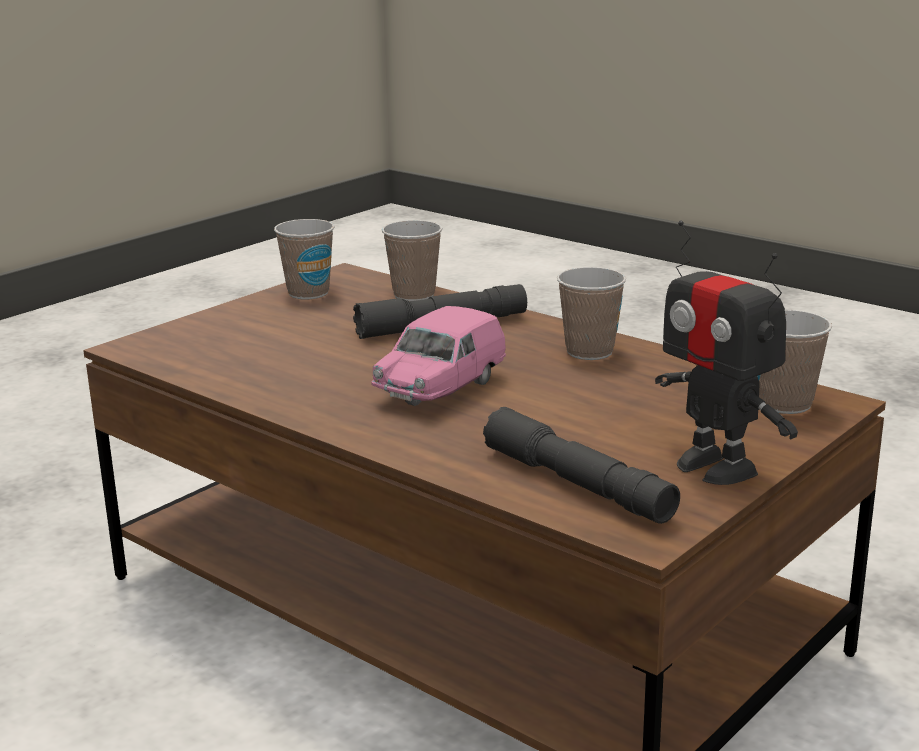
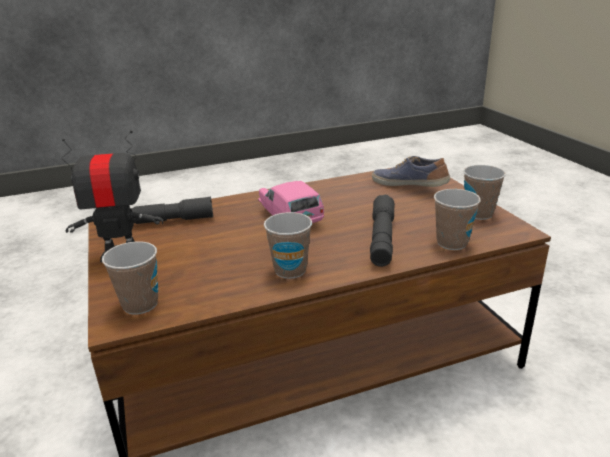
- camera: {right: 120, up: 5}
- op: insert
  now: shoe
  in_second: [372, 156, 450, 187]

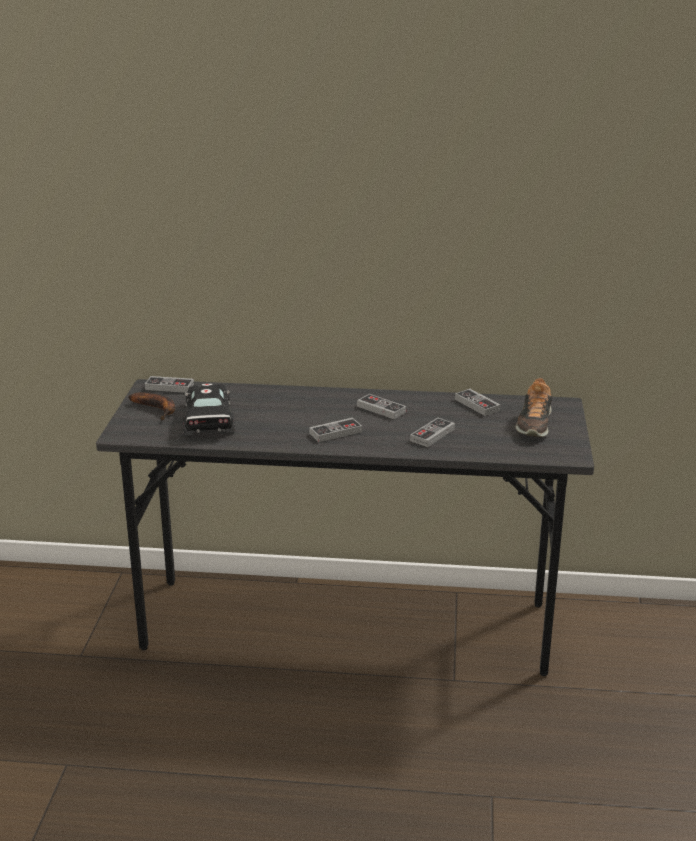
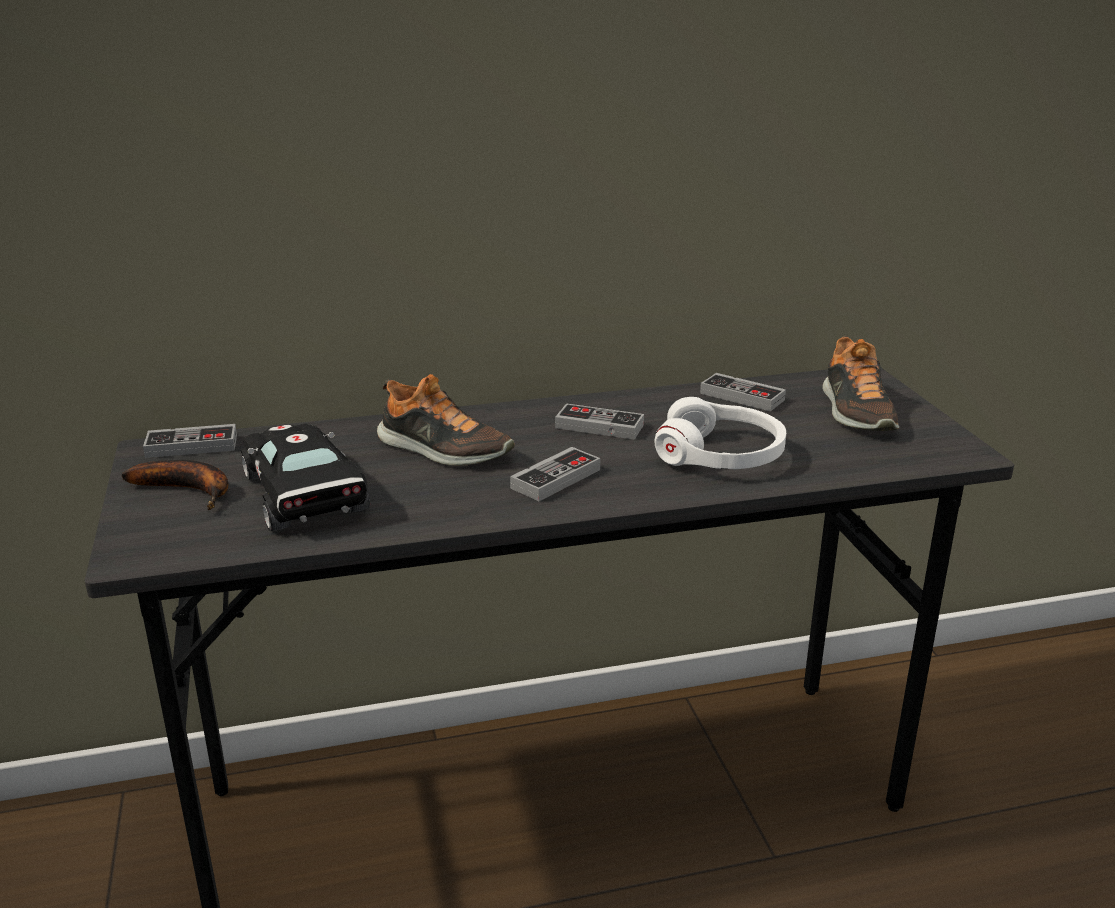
- camera: {right: -20, up: 0}
- op: replace
  was: game controller
  now: white headphones
  in_first: [410, 418, 455, 447]
  in_second: [654, 397, 786, 469]
- op: insert
  now: shoe
  in_second: [377, 374, 515, 466]

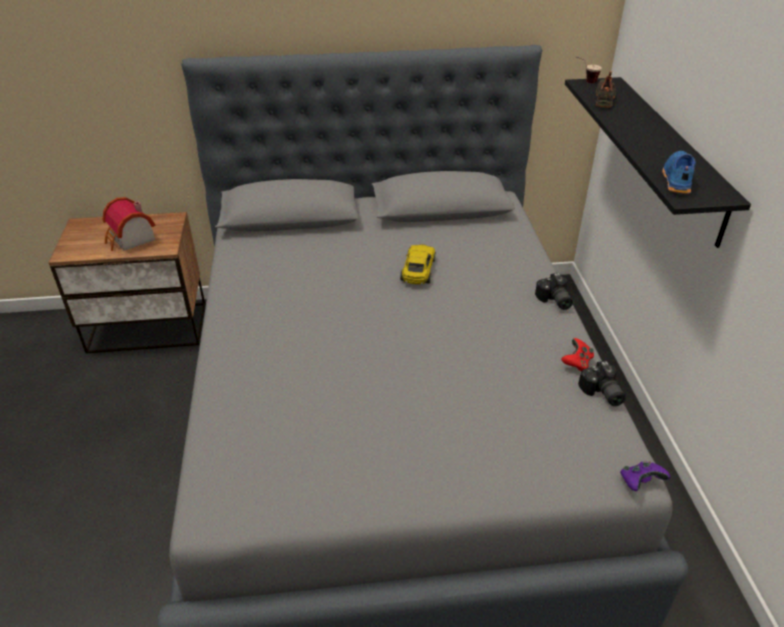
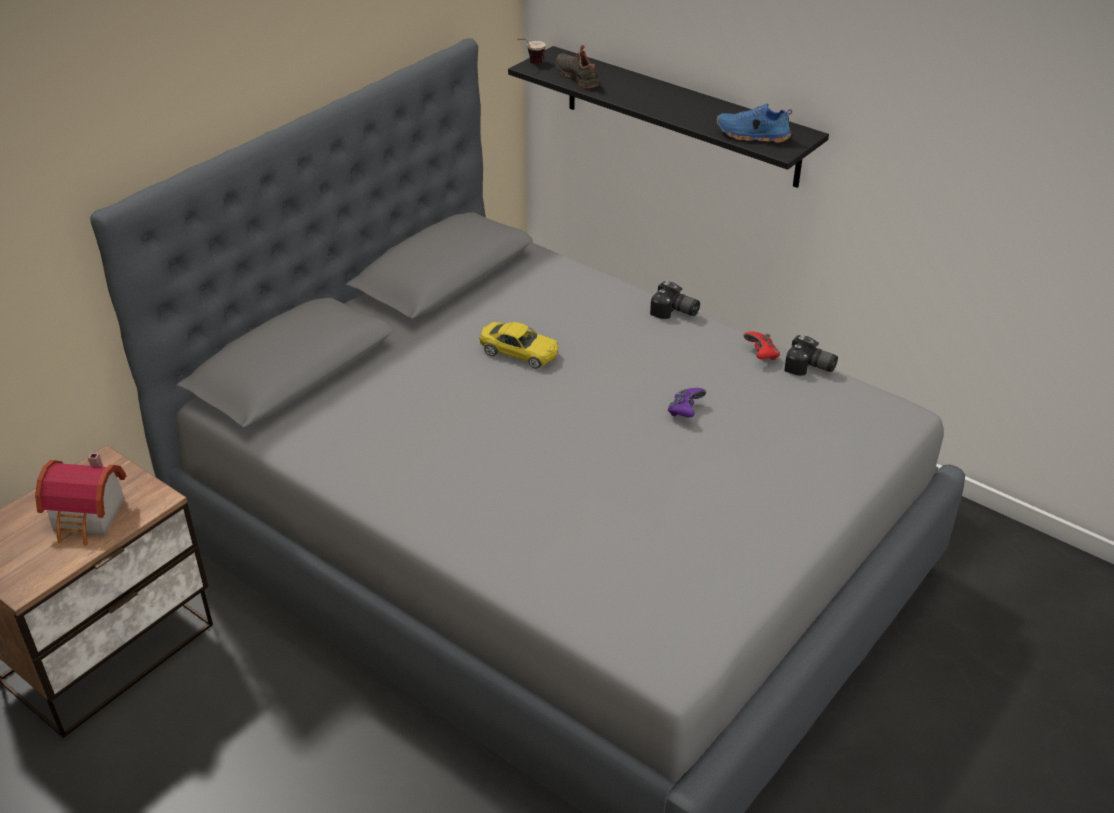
- camera: {right: -45, up: 0}
- op: rotate
  was: yellow toy car
  in_first: [400, 244, 436, 284]
  in_second: [479, 322, 558, 368]
  clockwise: 150
- op: move
  was: purple game controller
  in_first: [620, 461, 670, 491]
  in_second: [668, 388, 706, 417]
- op: rotate
  was: blue shoe
  in_first: [662, 151, 696, 194]
  in_second: [717, 103, 792, 143]
  clockwise: -45

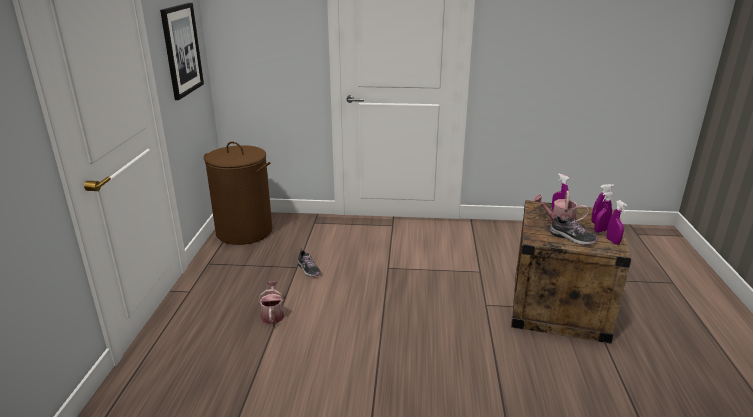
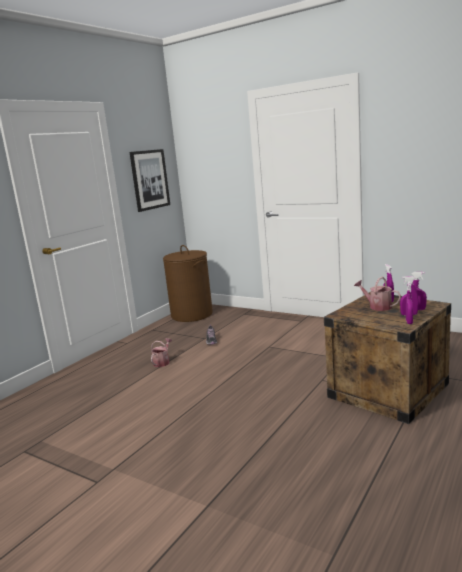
- camera: {right: 30, up: -10}
- op: delete
  was: shoe
  in_first: [549, 214, 598, 245]

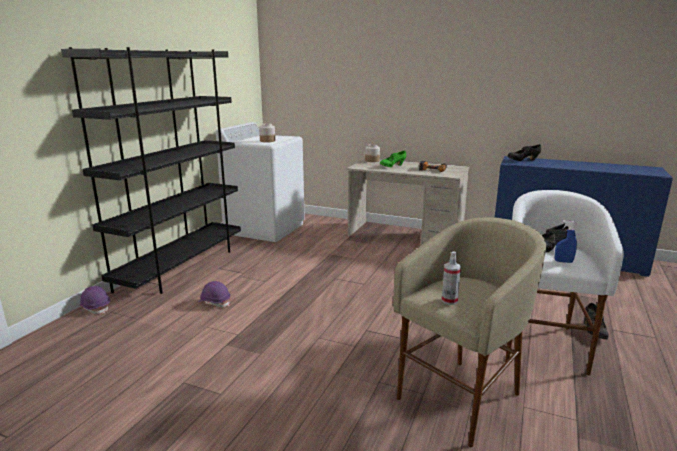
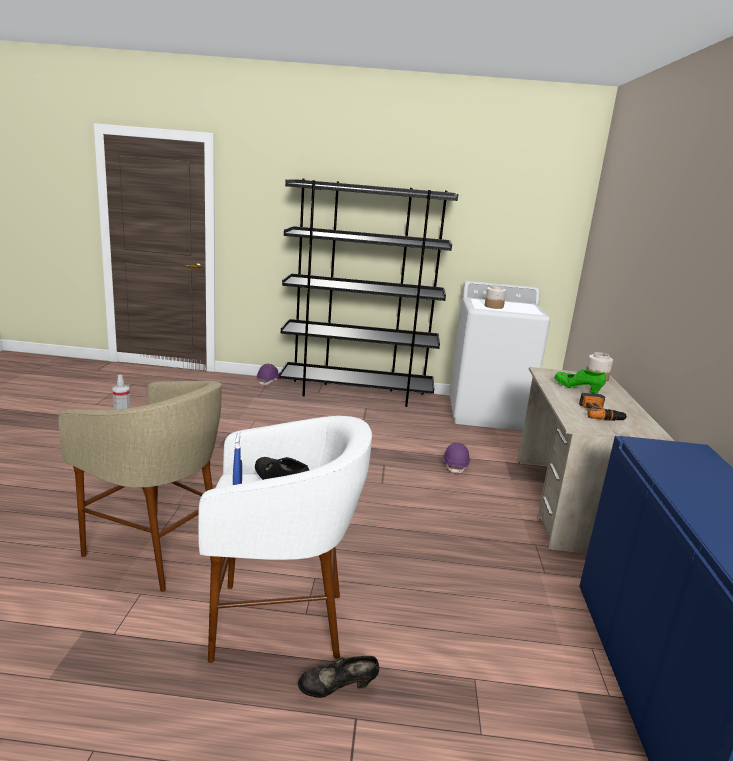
- camera: {right: 70, up: 0}
- op: move
  was: purple hard hat
  in_first: [198, 281, 231, 308]
  in_second: [443, 443, 471, 474]
- op: delete
  was: black shoe
  in_first: [507, 144, 541, 161]

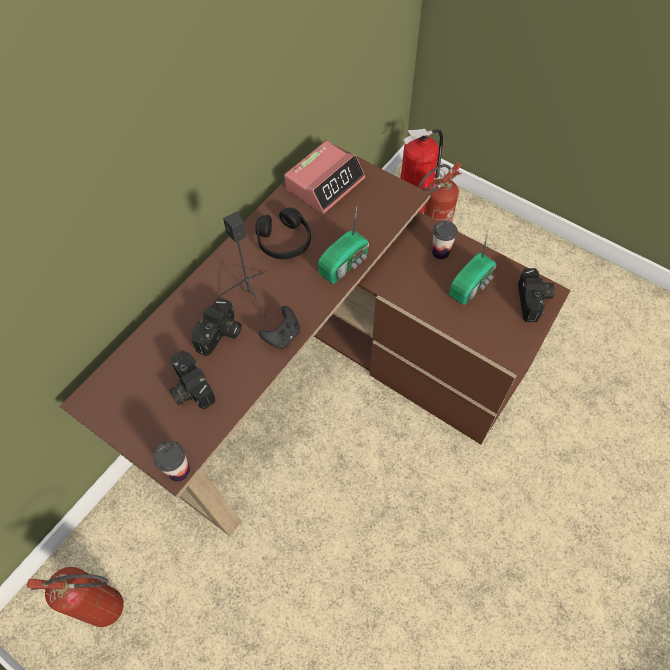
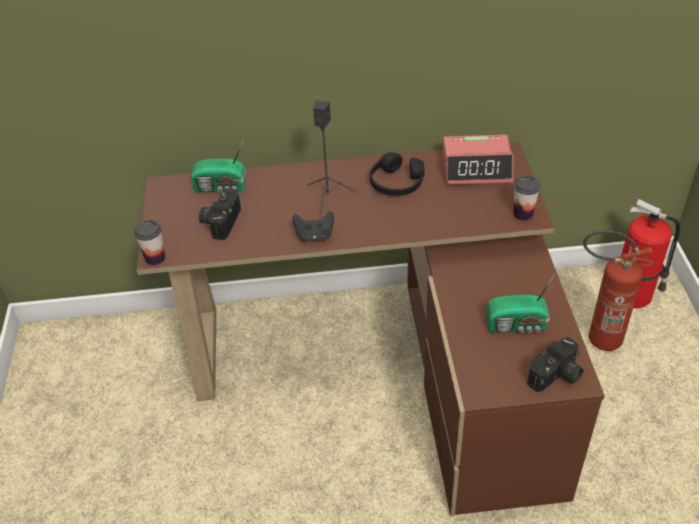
- camera: {right: 50, up: -15}
- op: delete
  was: fire extinguisher
  in_first: [27, 567, 124, 627]
- op: delete
  was: photo camera
  in_first: [192, 297, 242, 356]
- op: move
  was: radio
  in_first: [318, 207, 369, 284]
  in_second: [191, 139, 246, 192]
- op: move
  was: cup
  in_first: [432, 220, 458, 259]
  in_second: [514, 176, 541, 220]

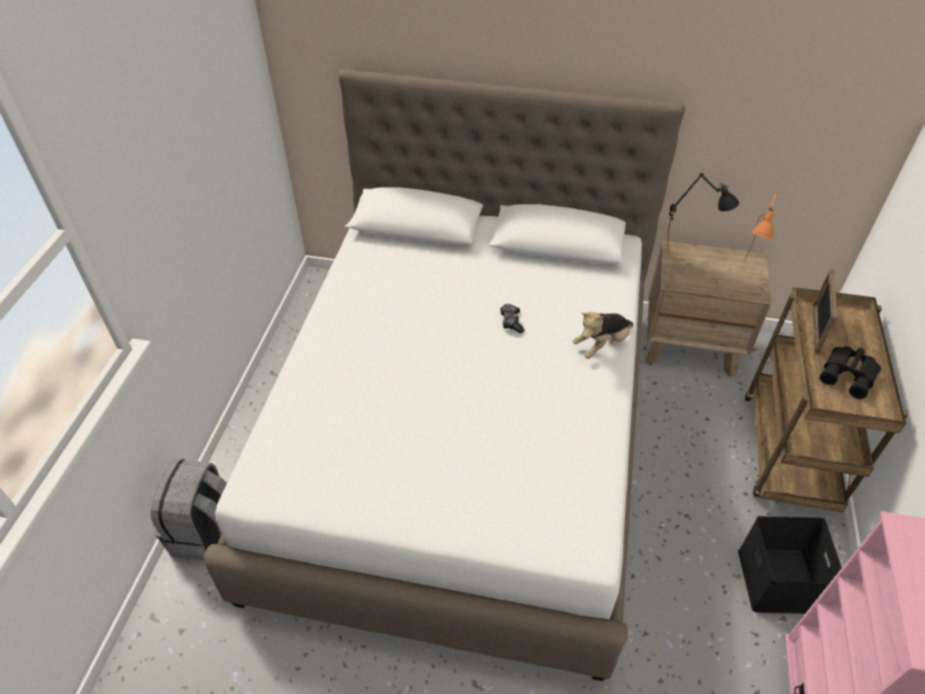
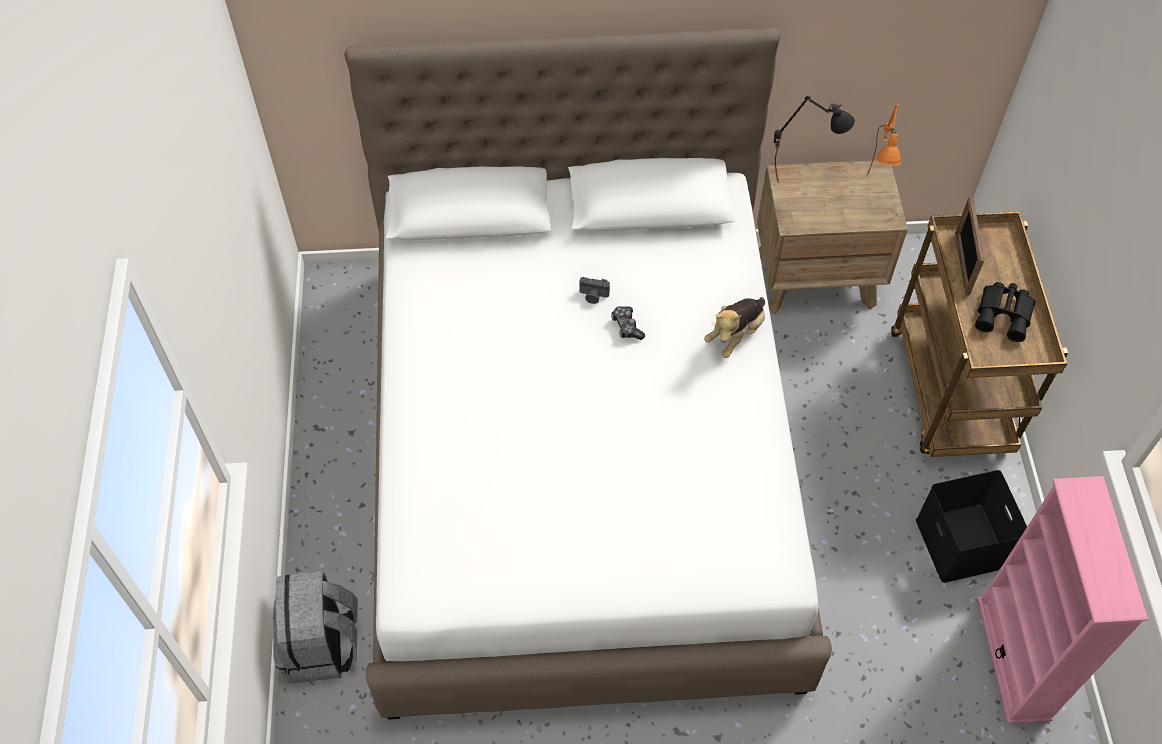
- camera: {right: -15, up: 10}
- op: insert
  now: photo camera
  in_second: [579, 277, 610, 304]

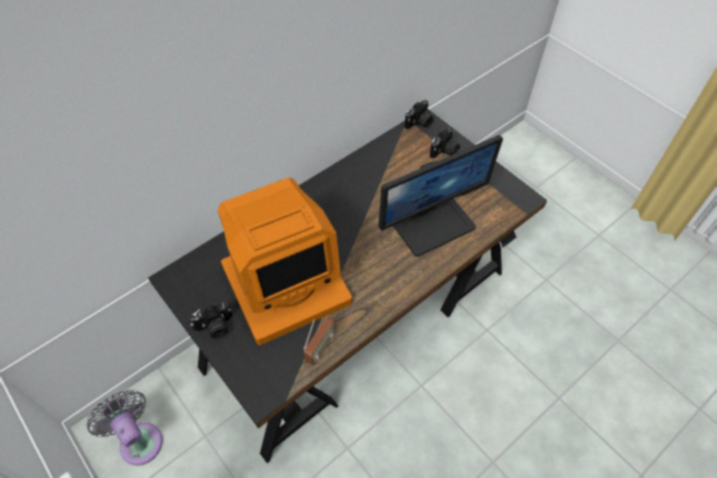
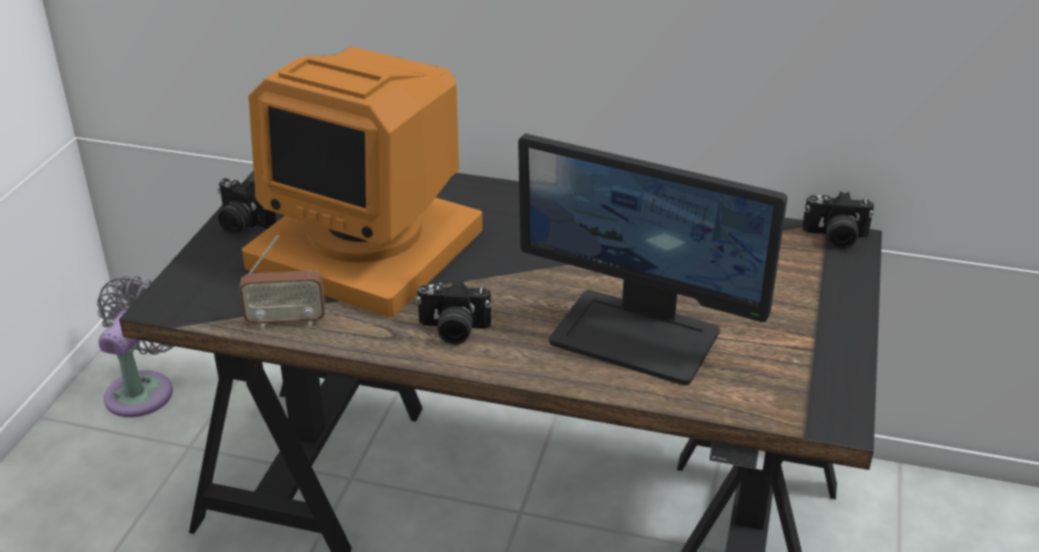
- camera: {right: 55, up: -20}
- op: move
  was: photo camera
  in_first: [430, 127, 460, 158]
  in_second: [416, 280, 491, 345]

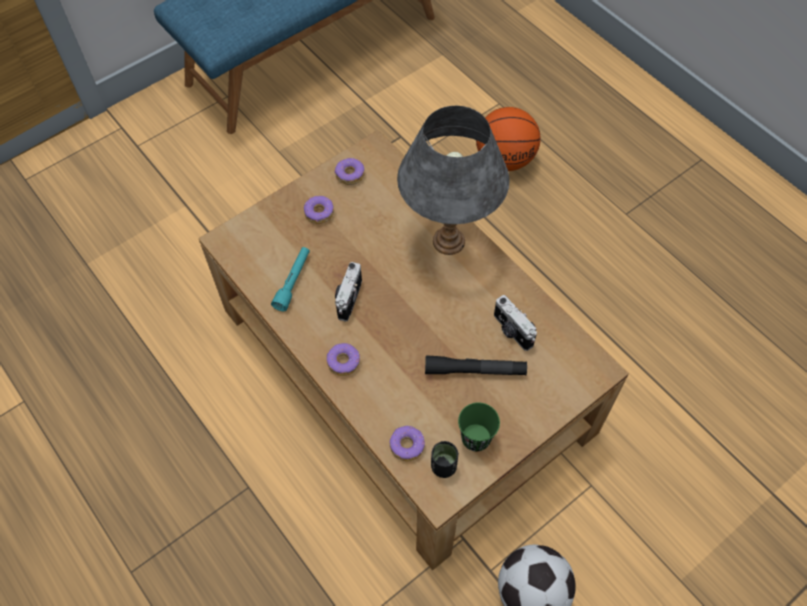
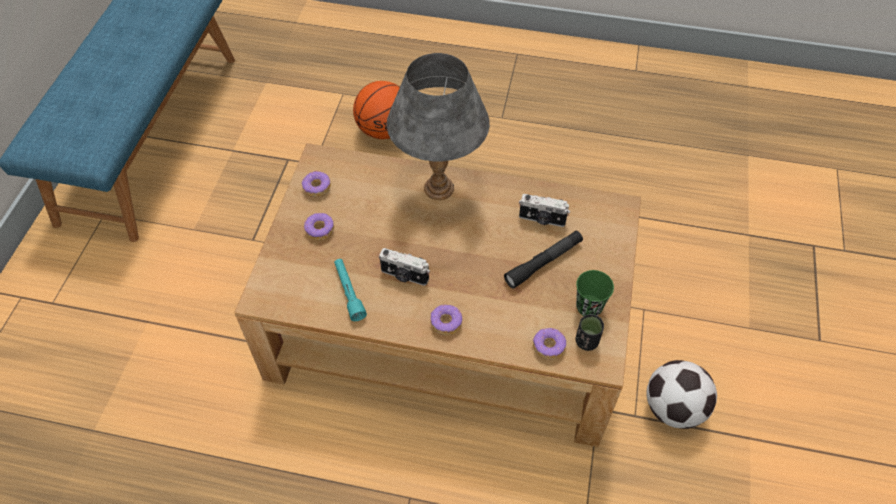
- camera: {right: -40, up: -5}
- op: rotate
  was: photo camera
  in_first: [335, 262, 362, 321]
  in_second: [379, 248, 430, 286]
  clockwise: -45

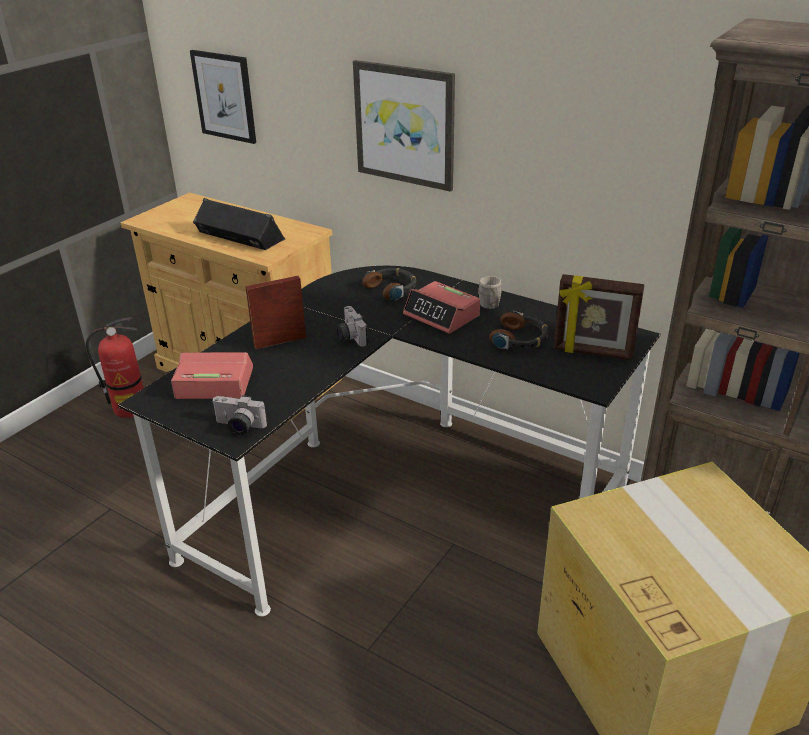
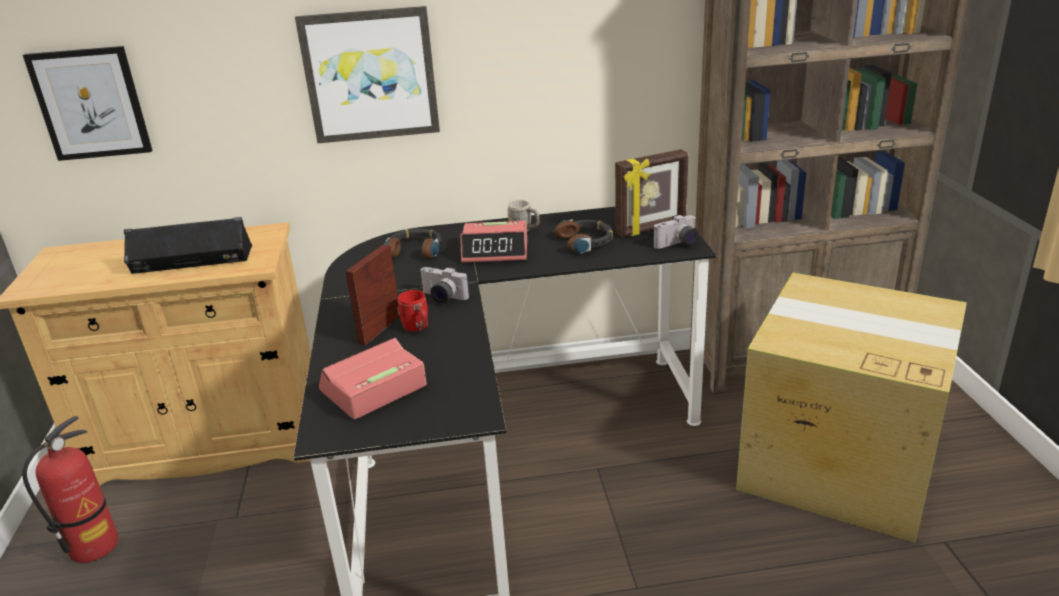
- camera: {right: -40, up: -5}
- op: move
  was: photo camera
  in_first: [213, 395, 267, 435]
  in_second: [653, 215, 699, 249]
- op: insert
  now: red mug
  in_second: [397, 290, 428, 332]

